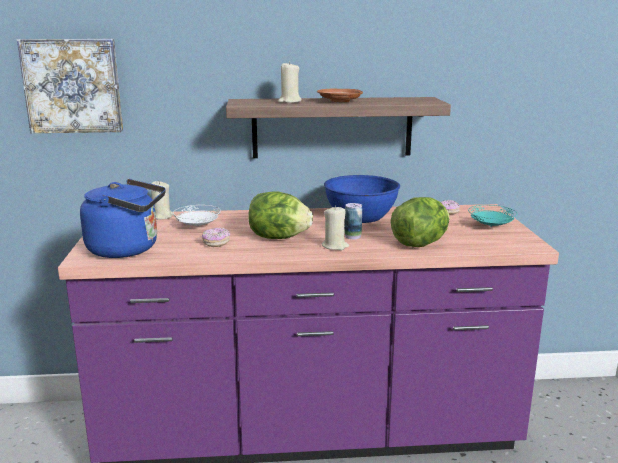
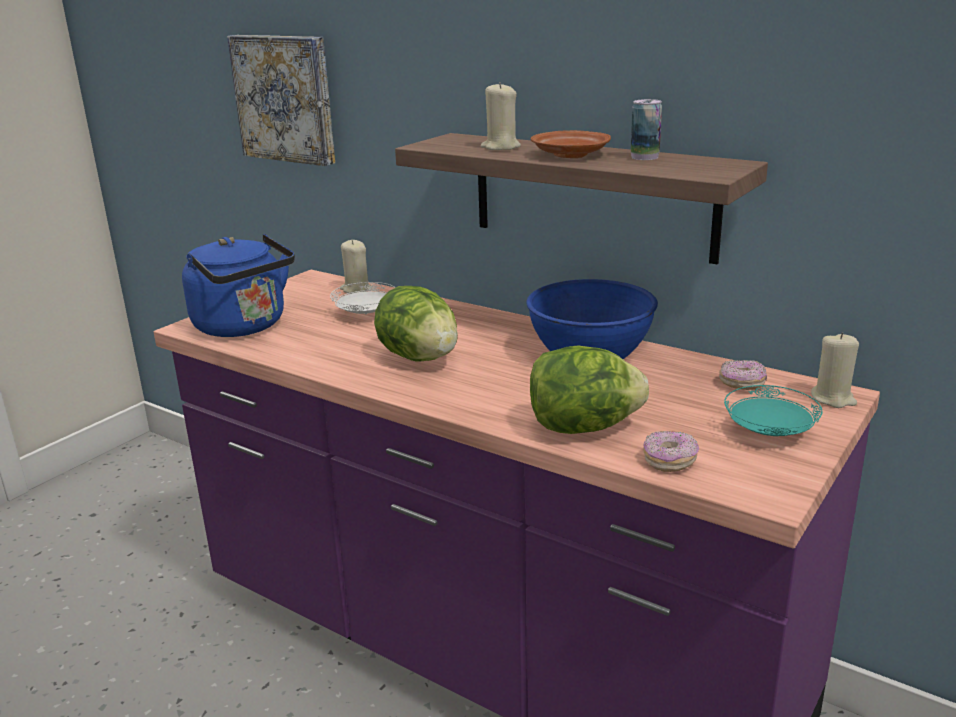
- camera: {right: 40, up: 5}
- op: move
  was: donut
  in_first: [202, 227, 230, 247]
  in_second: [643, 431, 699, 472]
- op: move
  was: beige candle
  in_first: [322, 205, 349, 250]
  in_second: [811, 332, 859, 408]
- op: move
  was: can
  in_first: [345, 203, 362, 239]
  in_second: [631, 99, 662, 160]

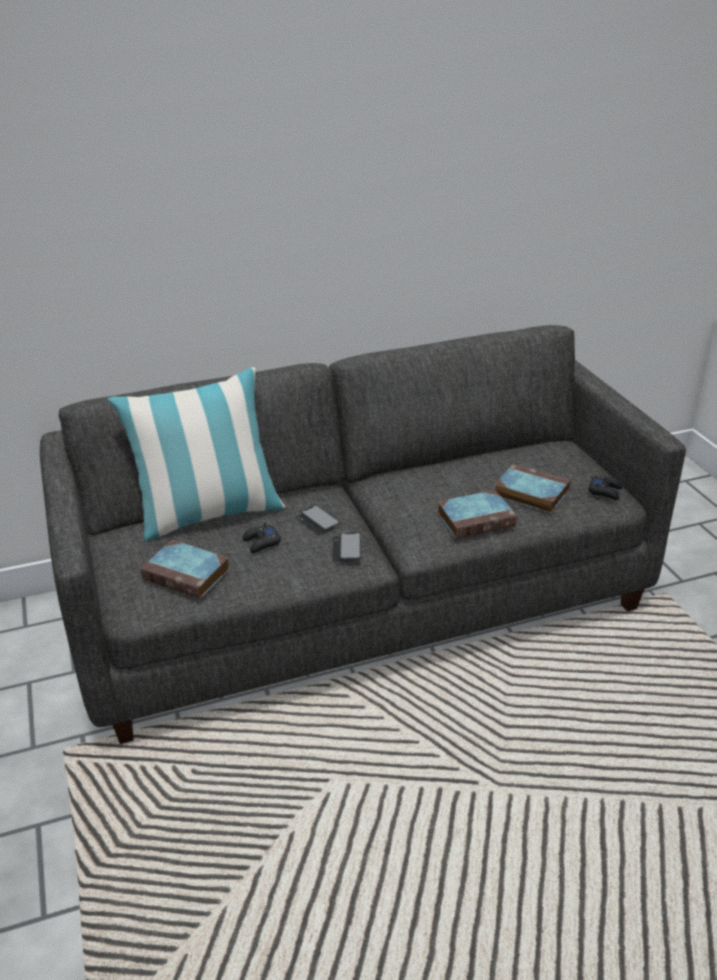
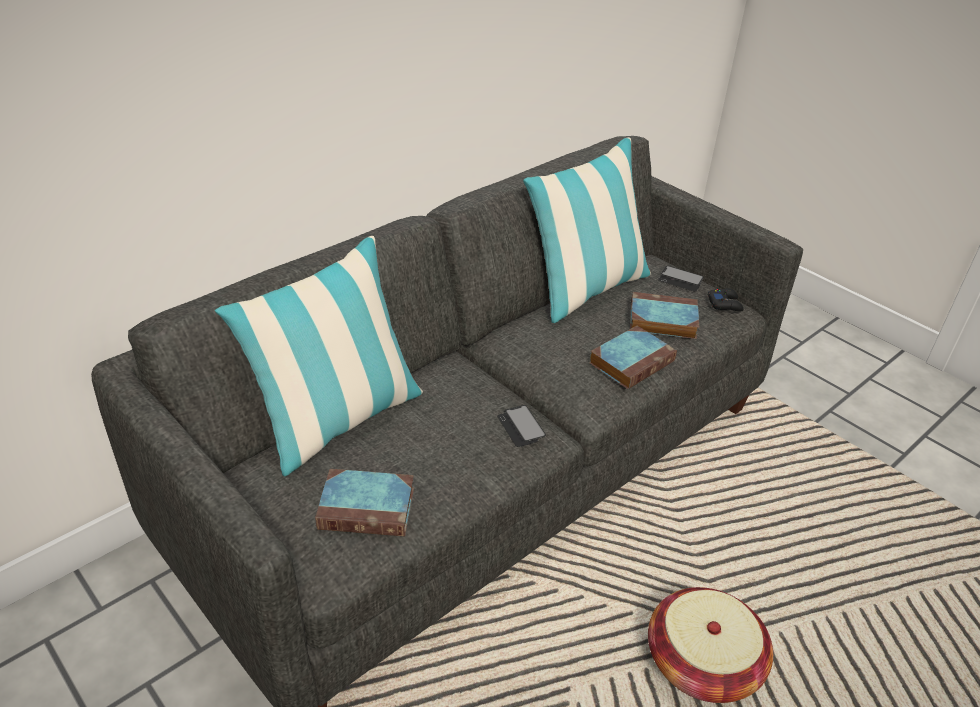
- camera: {right: -25, up: 5}
- op: delete
  was: black game controller
  in_first: [242, 523, 281, 553]
- op: move
  was: phone
  in_first: [295, 505, 340, 535]
  in_second: [658, 266, 704, 292]
- op: insert
  now: pillow
  in_second: [523, 137, 651, 323]
- op: insert
  now: basket
  in_second: [648, 587, 773, 703]

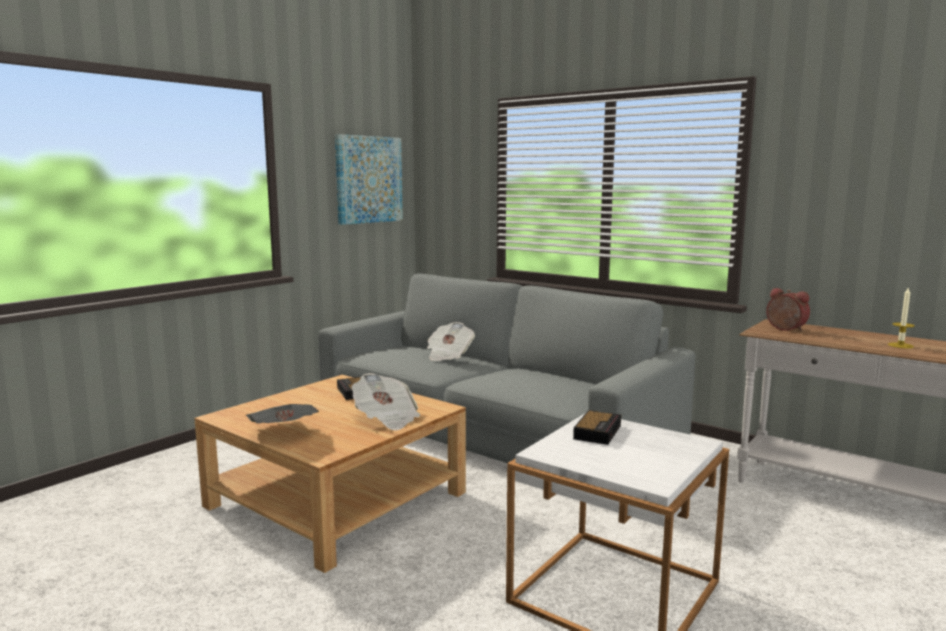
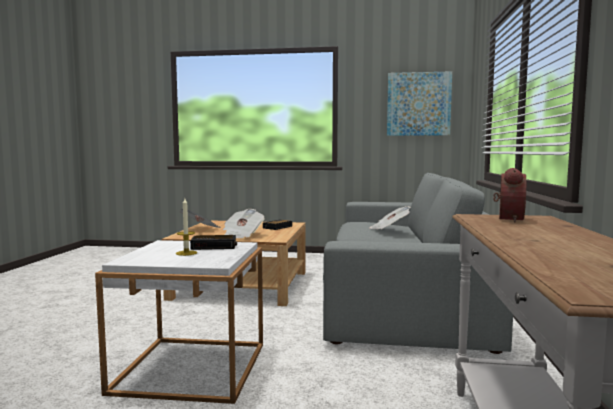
- camera: {right: 60, up: -5}
- op: move
  was: candle
  in_first: [888, 288, 915, 349]
  in_second: [176, 198, 197, 256]

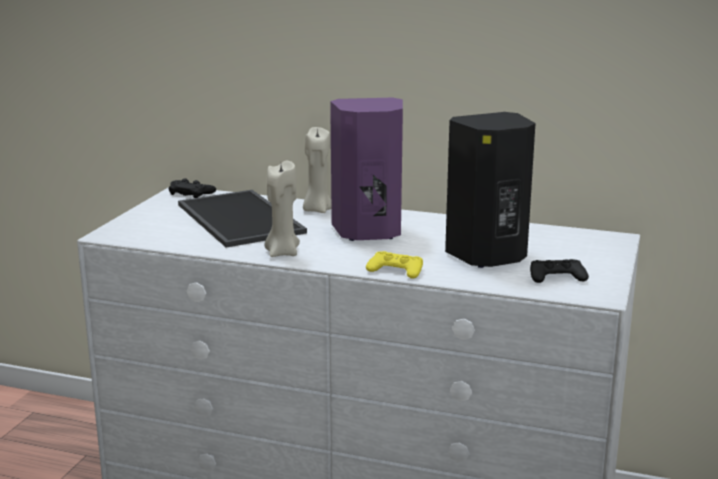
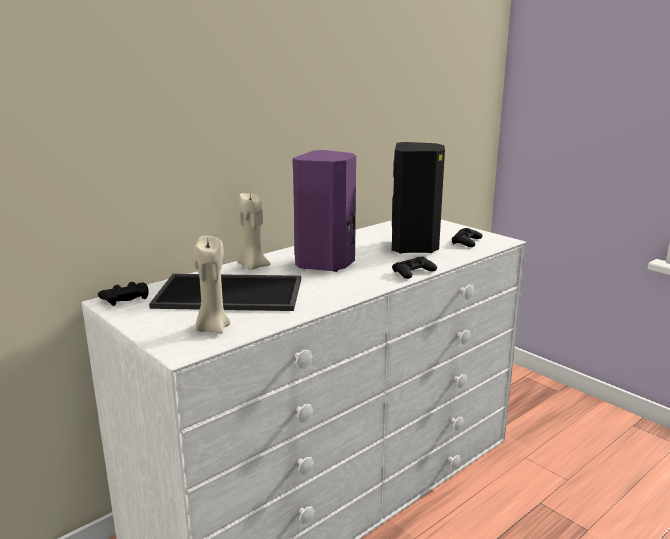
- camera: {right: -60, up: 0}
- op: move
  was: beige candle
  in_first: [264, 161, 300, 257]
  in_second: [193, 236, 230, 334]
- op: recolor
  was: yellow game controller
  now: black game controller
  in_first: [366, 251, 423, 279]
  in_second: [392, 257, 437, 279]

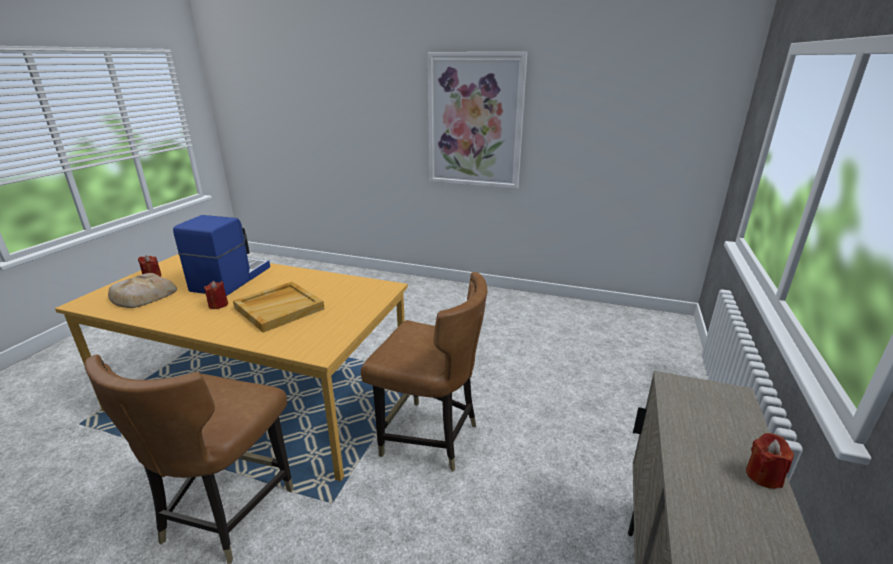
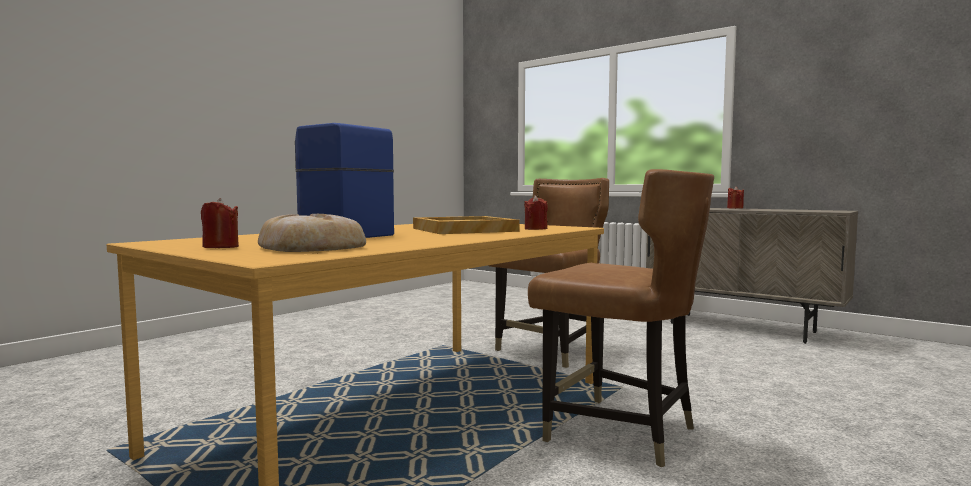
- camera: {right: -70, up: -20}
- op: move
  was: red candle
  in_first: [204, 281, 228, 309]
  in_second: [524, 195, 548, 230]
- op: delete
  was: picture
  in_first: [428, 52, 527, 189]

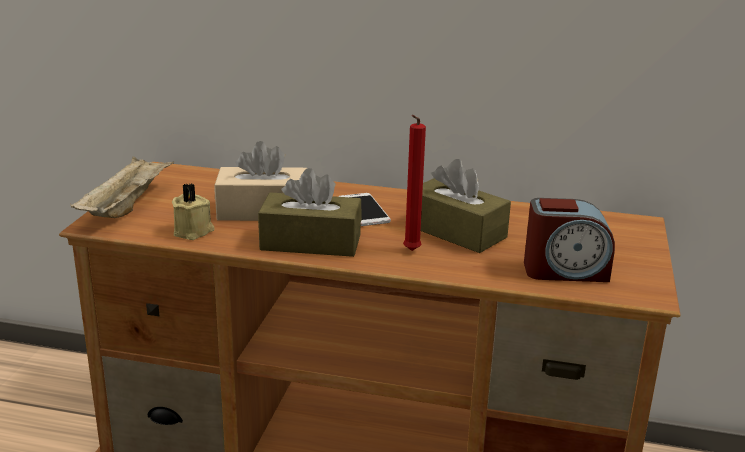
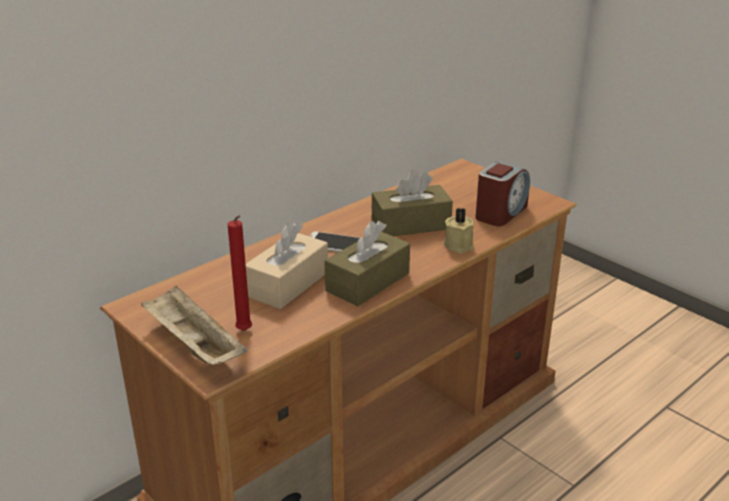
- camera: {right: -55, up: 5}
- op: move
  was: beige candle
  in_first: [172, 183, 215, 240]
  in_second: [443, 208, 474, 253]
- op: move
  was: red candle
  in_first: [403, 115, 426, 251]
  in_second: [227, 216, 252, 331]

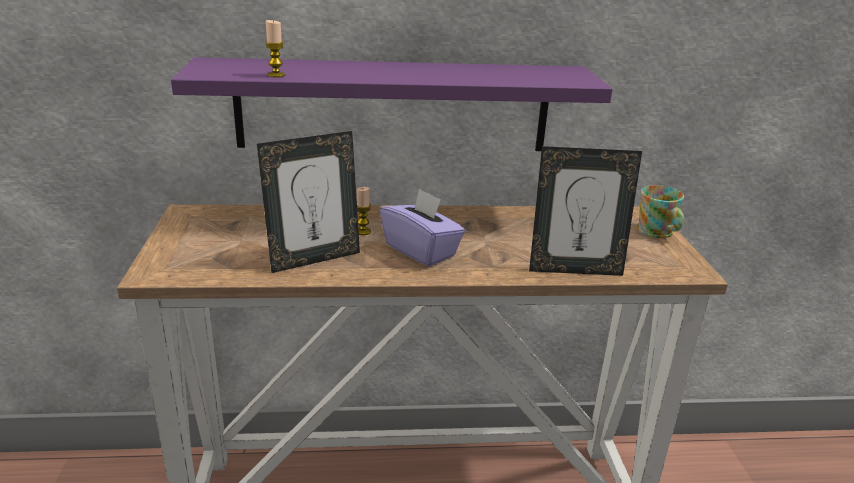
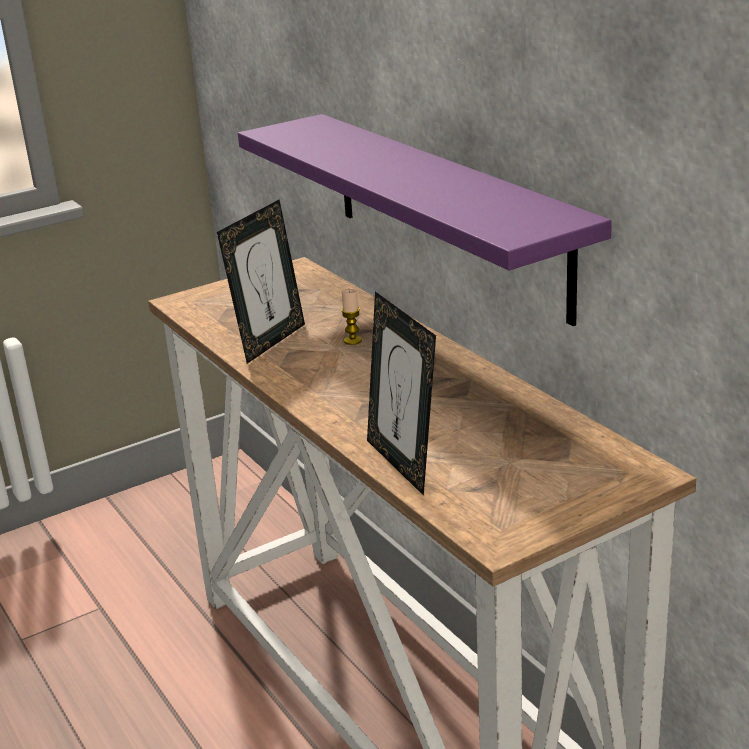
- camera: {right: 65, up: 0}
- op: rotate
  was: picture frame
  in_first: [257, 131, 360, 273]
  in_second: [217, 200, 305, 364]
  clockwise: -90
- op: delete
  was: candle
  in_first: [265, 20, 285, 78]
- op: delete
  was: purple tissue box
  in_first: [380, 188, 465, 266]
- op: delete
  was: mug
  in_first: [637, 185, 684, 238]

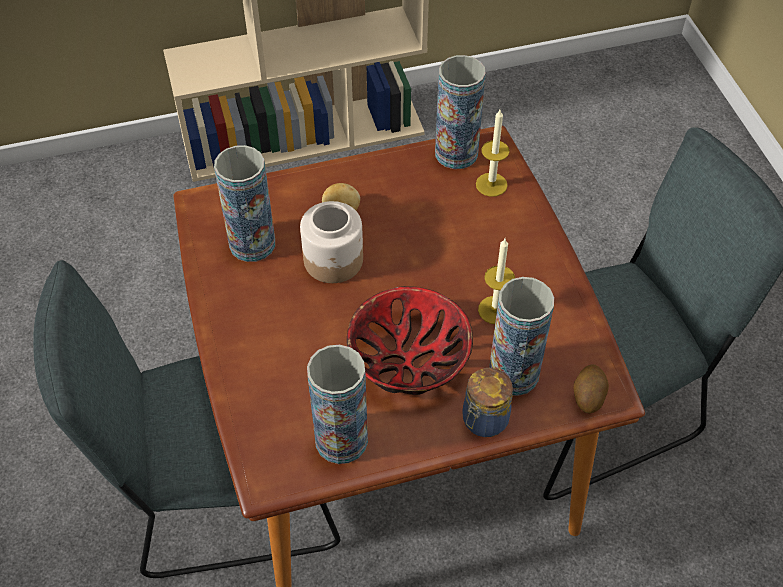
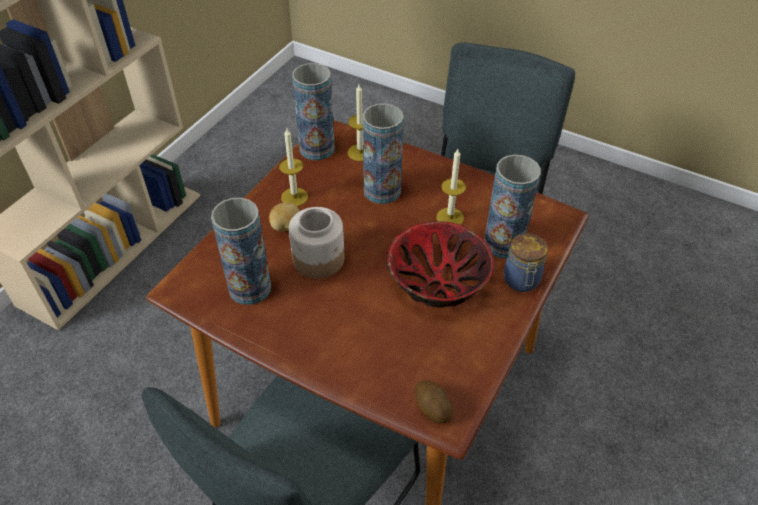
- camera: {right: -45, up: -5}
- op: move
  was: vase
  in_first: [307, 345, 368, 464]
  in_second: [363, 103, 404, 204]
- op: move
  was: potato
  in_first: [573, 364, 609, 413]
  in_second: [415, 380, 453, 423]
- op: insert
  now: candle
  in_second: [279, 127, 308, 206]

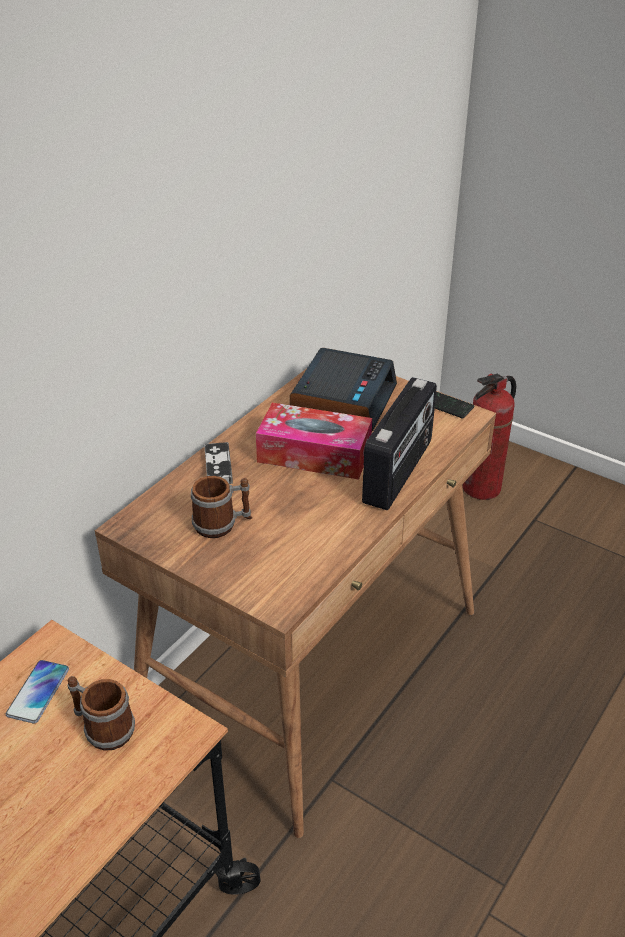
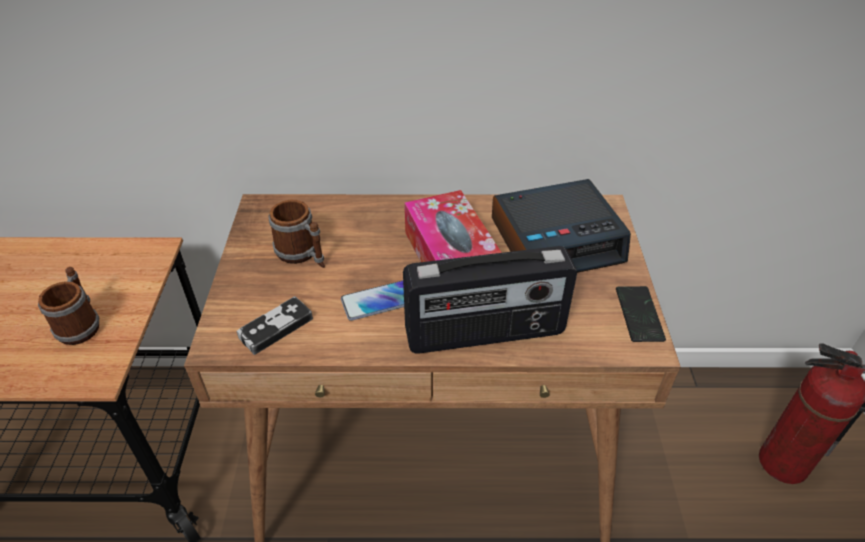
- camera: {right: 55, up: 5}
- op: move
  was: phone
  in_first: [6, 660, 69, 724]
  in_second: [341, 280, 404, 321]
- op: move
  was: game controller
  in_first: [204, 442, 233, 484]
  in_second: [236, 296, 313, 355]

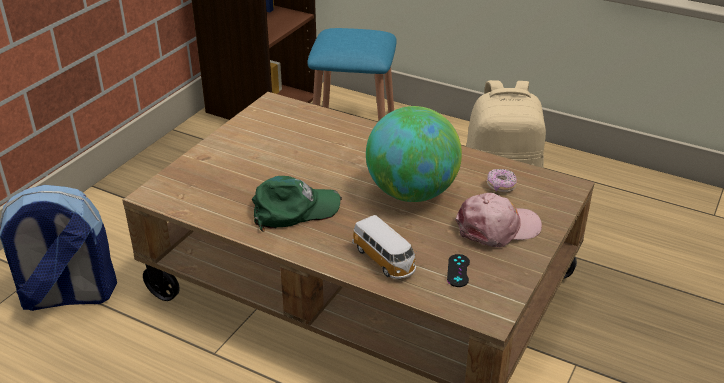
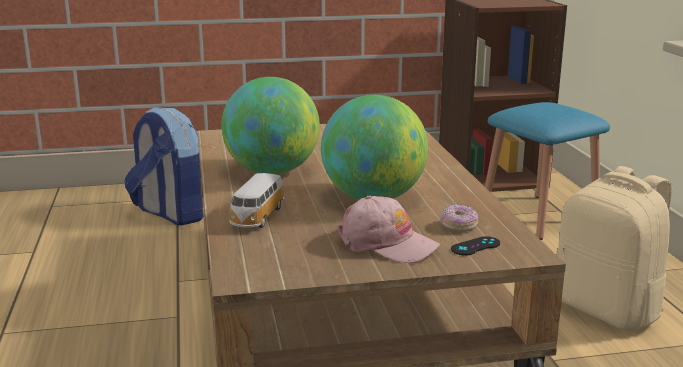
- camera: {right: 50, up: -15}
- op: replace
  was: green cap
  now: globe
  in_first: [252, 176, 342, 232]
  in_second: [221, 77, 320, 175]
- op: move
  was: black game controller
  in_first: [447, 254, 470, 287]
  in_second: [451, 236, 500, 256]

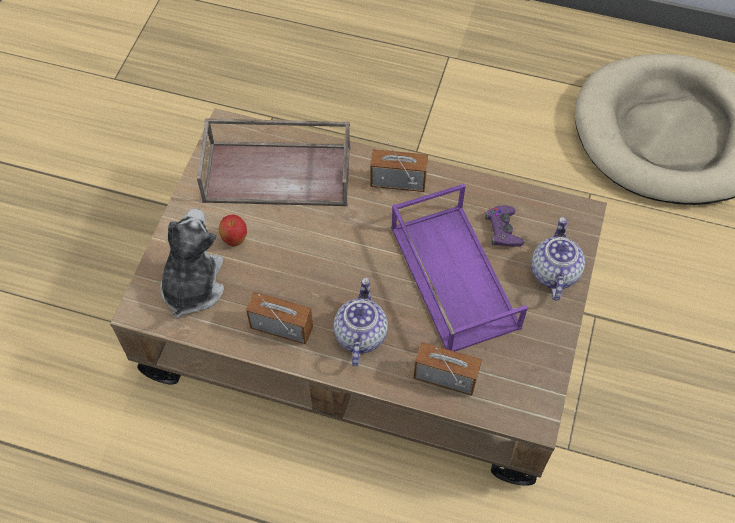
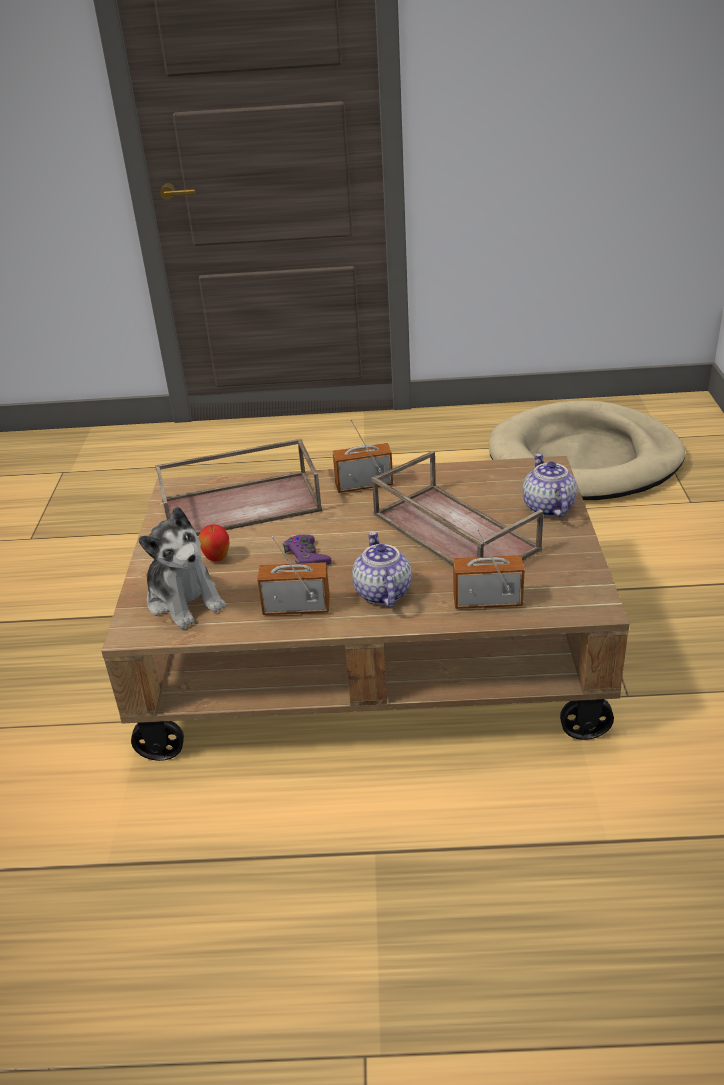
- camera: {right: -15, up: -25}
- op: rotate
  was: plush toy
  in_first: [160, 208, 224, 318]
  in_second: [138, 507, 226, 629]
  clockwise: 150
- op: recolor
  was: purple tray
  now: brown tray
  in_first: [391, 184, 528, 351]
  in_second: [372, 451, 544, 566]
- op: move
  was: purple game controller
  in_first: [485, 205, 524, 247]
  in_second: [283, 535, 332, 565]

